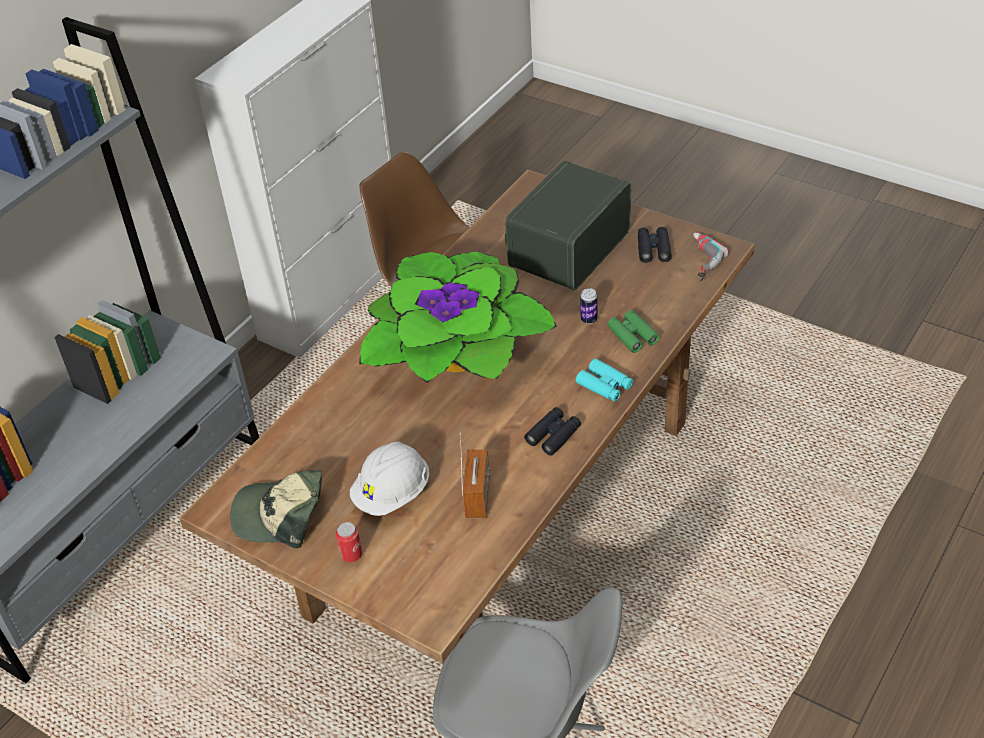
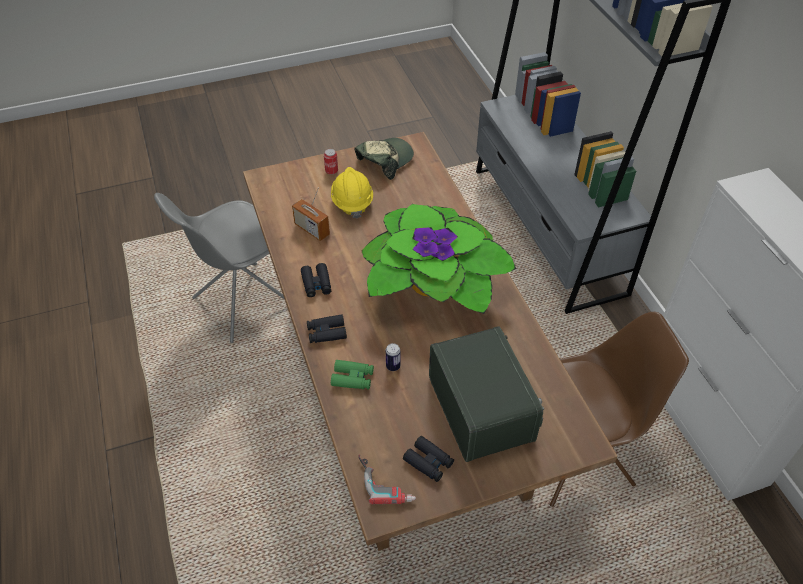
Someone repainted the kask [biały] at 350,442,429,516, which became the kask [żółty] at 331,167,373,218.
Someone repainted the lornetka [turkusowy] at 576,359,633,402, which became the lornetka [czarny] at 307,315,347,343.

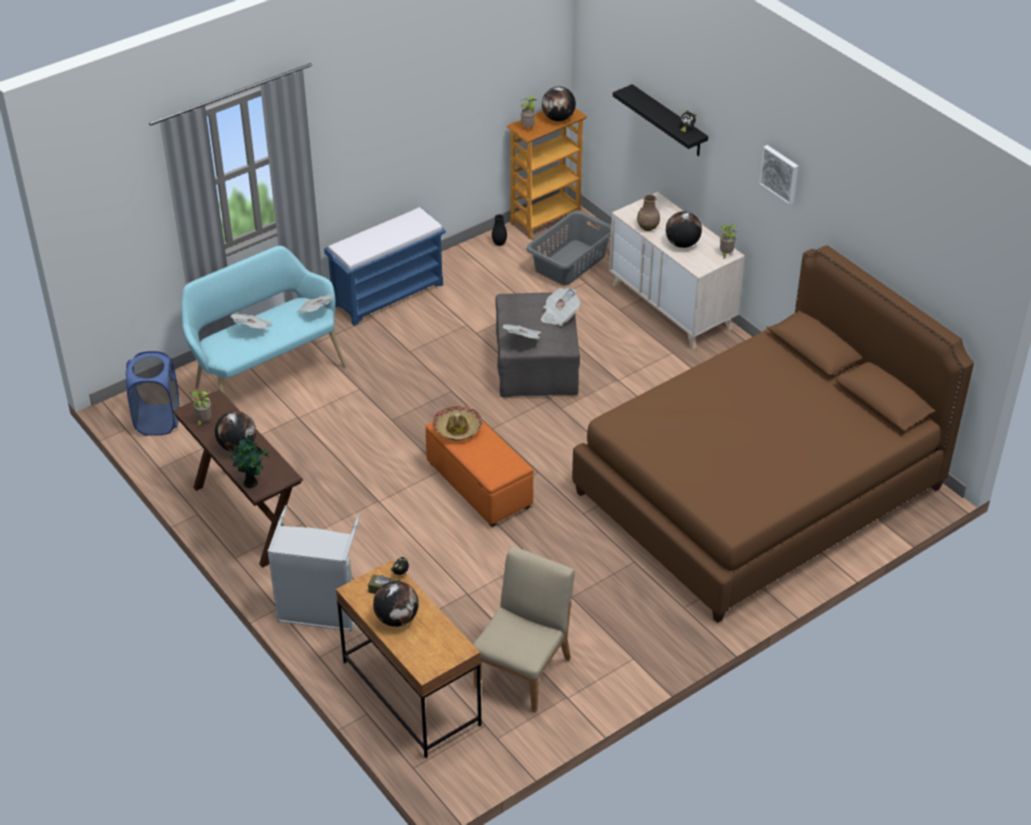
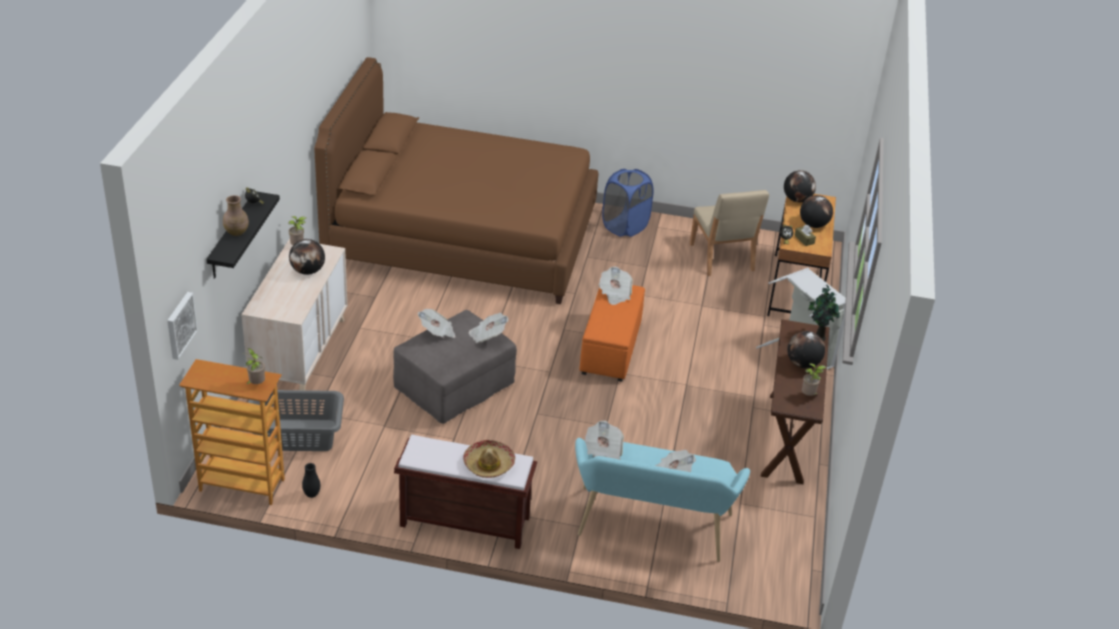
Someone carried the kosz na pranie [niebieski] from 126,351,180,436 to 602,169,653,237.
Someone repainted the ławka [niebieski] at 324,207,446,326, which became the ławka [brązowy] at 394,435,537,549.
Someone carried the kapelusz from 433,406,482,441 to 463,440,515,478.
Someone rotated the krzesło [beżowy] at 473,546,575,713 by 90 degrees counterclockwise.
Someone carried the globus from 542,87,576,121 to 784,170,816,203.
Someone carried the wazon [brązowy] from 637,194,660,231 to 223,195,249,236.
Someone carried the obraz from 759,145,798,205 to 167,292,198,360.
Someone put down the gazeta at 599,267,633,305.

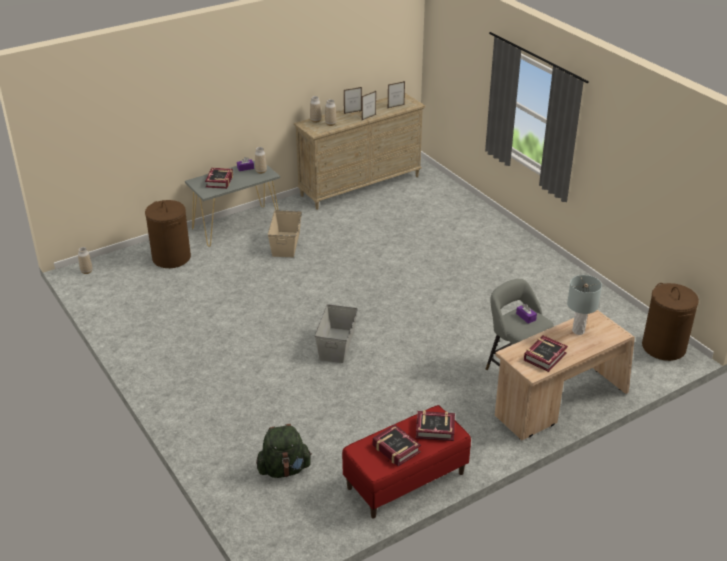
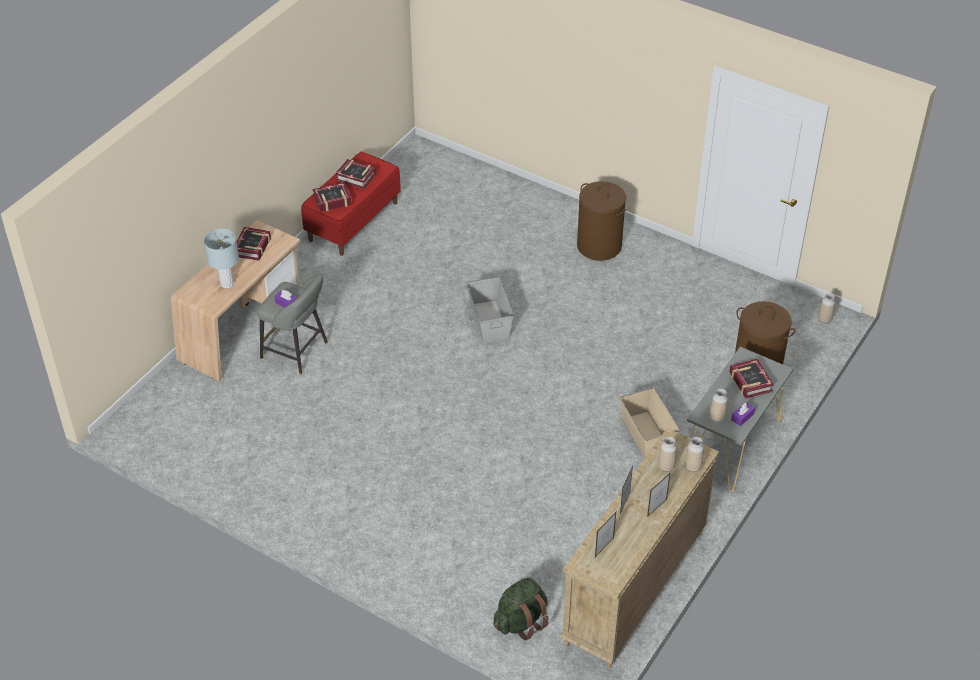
Someone carried the plecak [zielony] from 256,424,312,478 to 493,577,549,641.
Someone carried the kosz na pranie [brązowy] from 642,283,699,361 to 577,181,626,261.

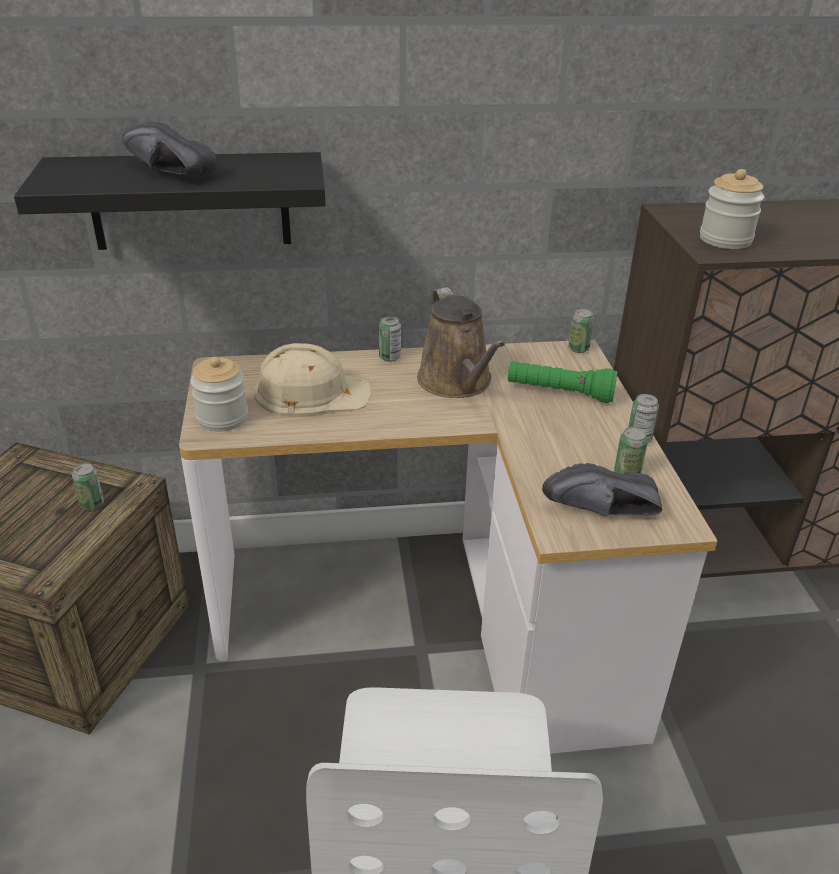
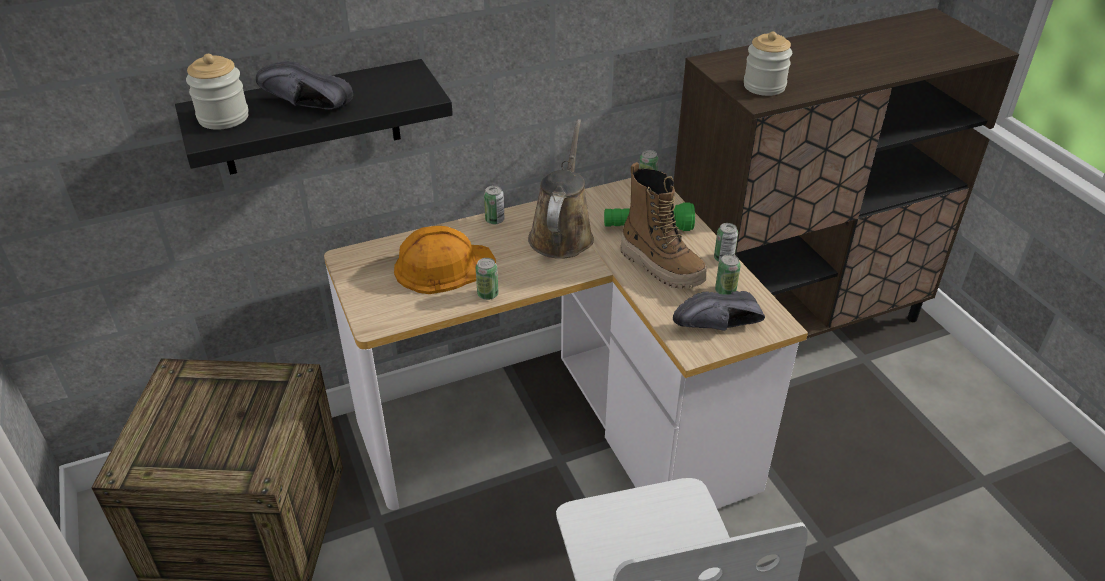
Someone carried the puszka from 72,463,104,510 to 476,258,499,300.
Someone carried the słoik from 190,357,248,431 to 186,54,248,130.
Someone repainted the kask [beżowy] at 254,343,371,417, which became the kask [pomarańczowy] at 394,226,496,294.
Someone rotated the konewka [brązowy] at 417,287,505,398 by 135 degrees counterclockwise.
Someone put down the but z cholewką at 620,162,707,289.

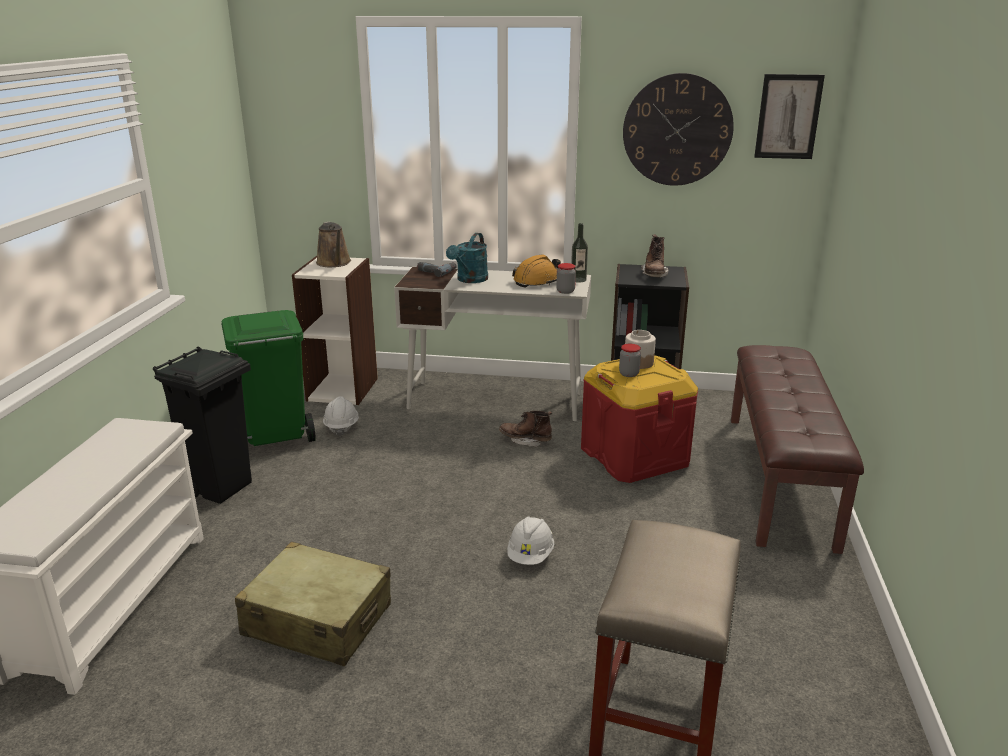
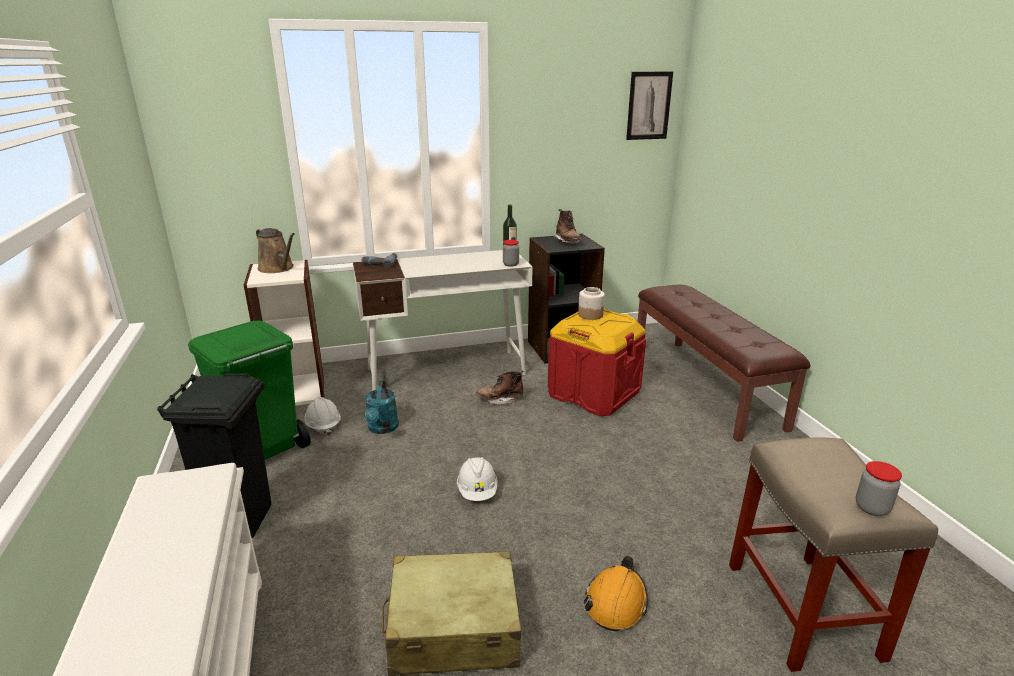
Someone carried the konewka [turkusowy] from 446,233,488,283 to 365,380,399,434.
Someone carried the kask [biały] from 507,516,554,565 to 457,457,497,501.
Someone carried the kask [pomarańczowy] from 512,254,561,287 to 584,556,648,631.
Someone carried the słoik from 619,344,641,377 to 856,461,902,516.
Someone took away the zegar ścienny at 623,73,734,186.

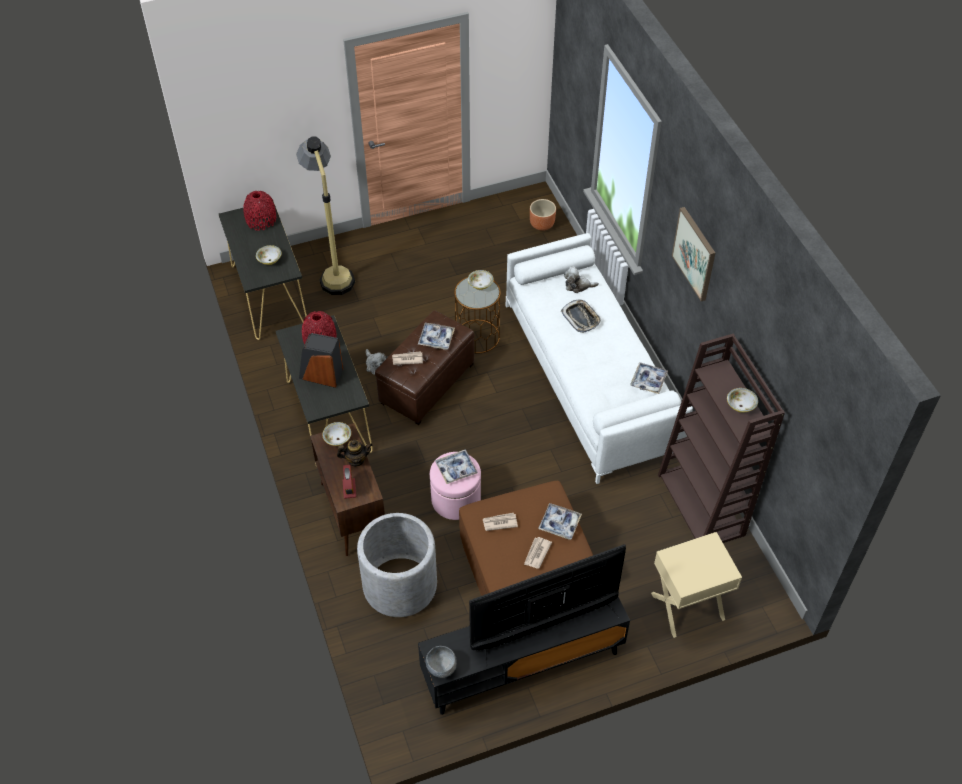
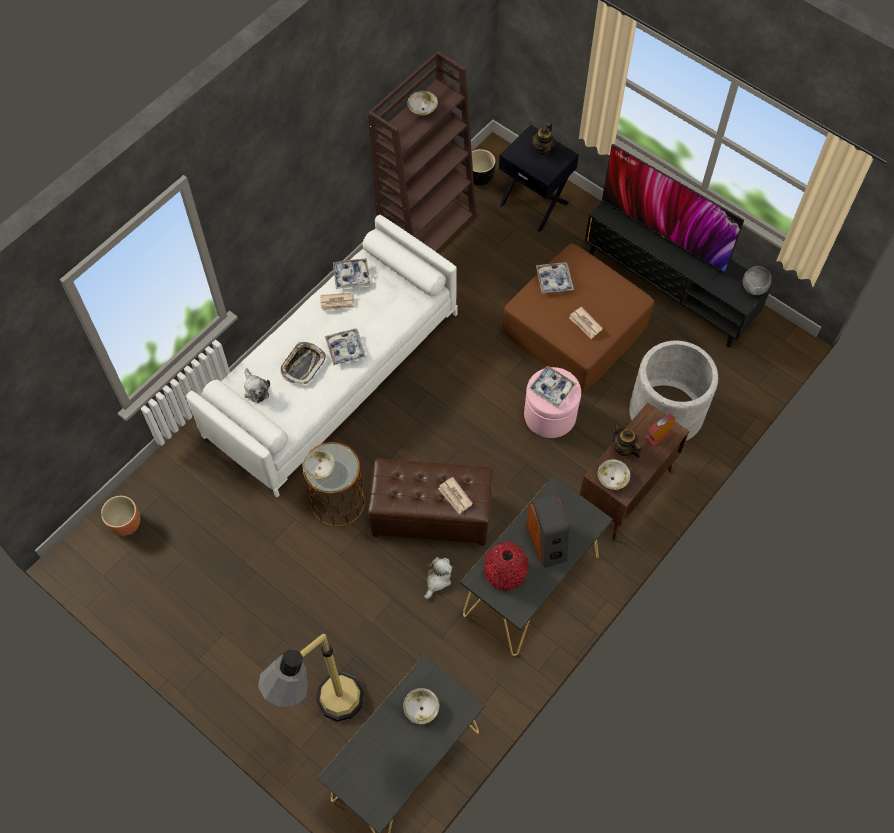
Someone took away the wazon [czerwony] at 243,191,276,231.
Someone carried the taca from 418,323,455,350 to 325,328,366,365.
Someone carried the gazeta from 524,537,552,568 to 320,293,355,311.
Someone repainted the szafka nocna [beżowy] at 651,532,742,638, which became the szafka nocna [czarny] at 499,125,579,232.
Someone took away the obraz at 672,207,715,301.
Someone put down the donica [czarny] at 472,149,496,186.
Someone put down the imbryk at 532,122,555,156.

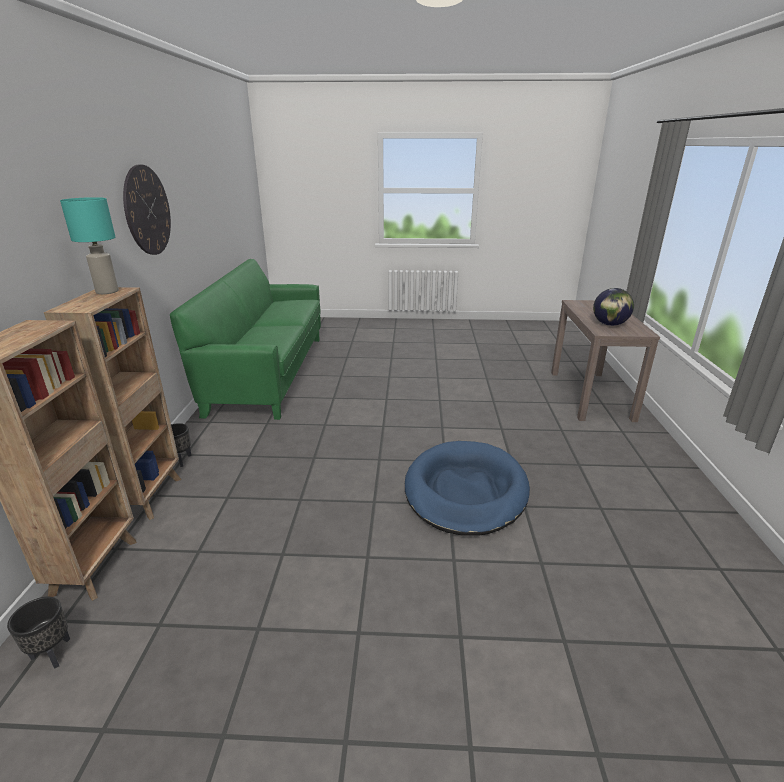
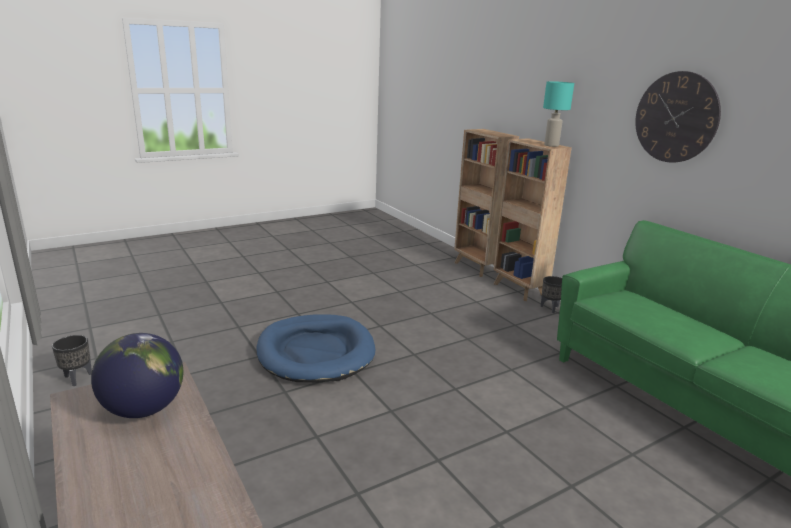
Someone carried the donica [czarny] from 7,597,70,669 to 52,335,92,386.

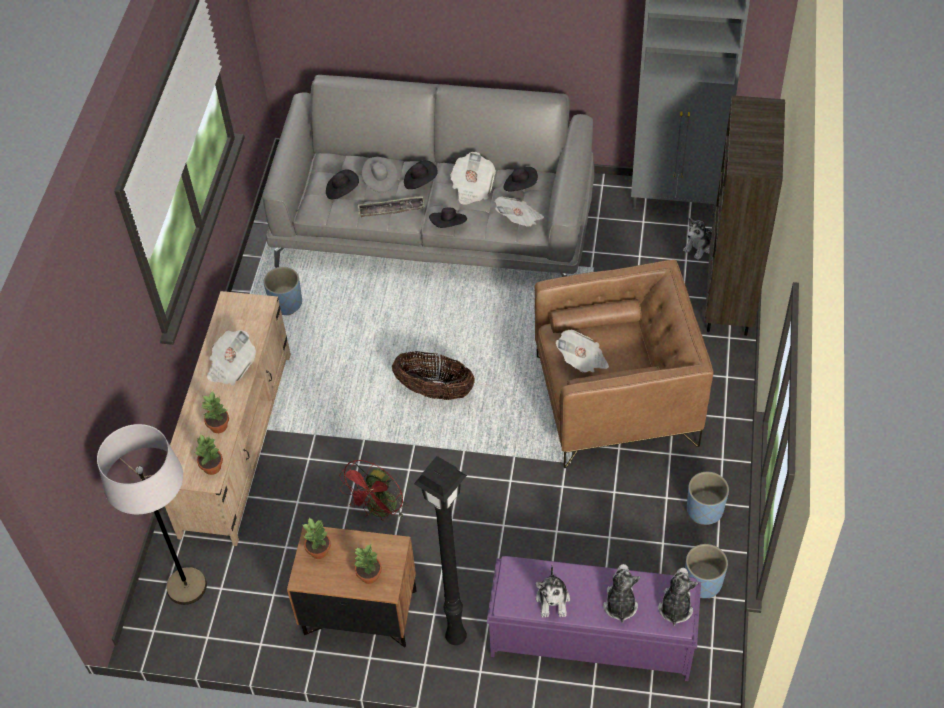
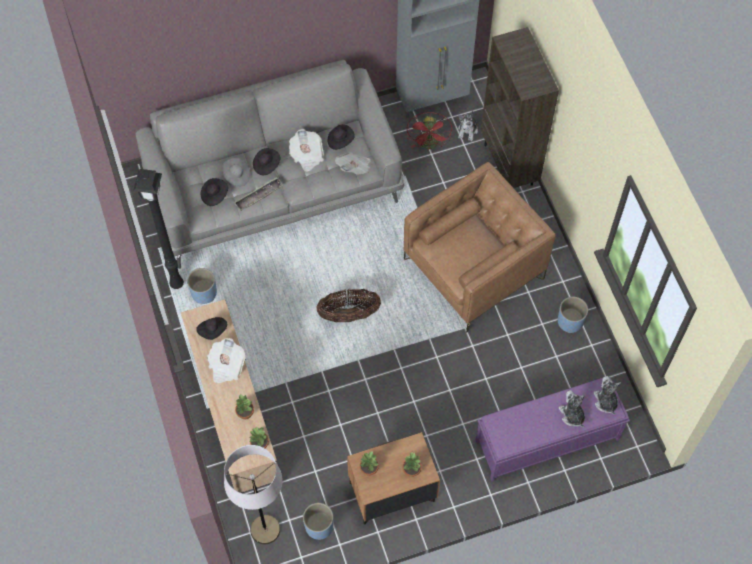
Someone carried the wentylator [czerwony] from 339,460,407,520 to 407,112,452,150.
Someone carried the lampa stojąca [czarny] from 414,456,467,645 to 133,169,184,289.
Someone carried the kapelusz [czarny] from 429,208,467,228 to 196,317,227,340.
Someone took away the pluszak at 536,565,570,618.
Someone took away the gazeta at 556,330,609,373.
Someone carried the donica [niebieski] from 685,544,728,598 to 303,503,333,540.

